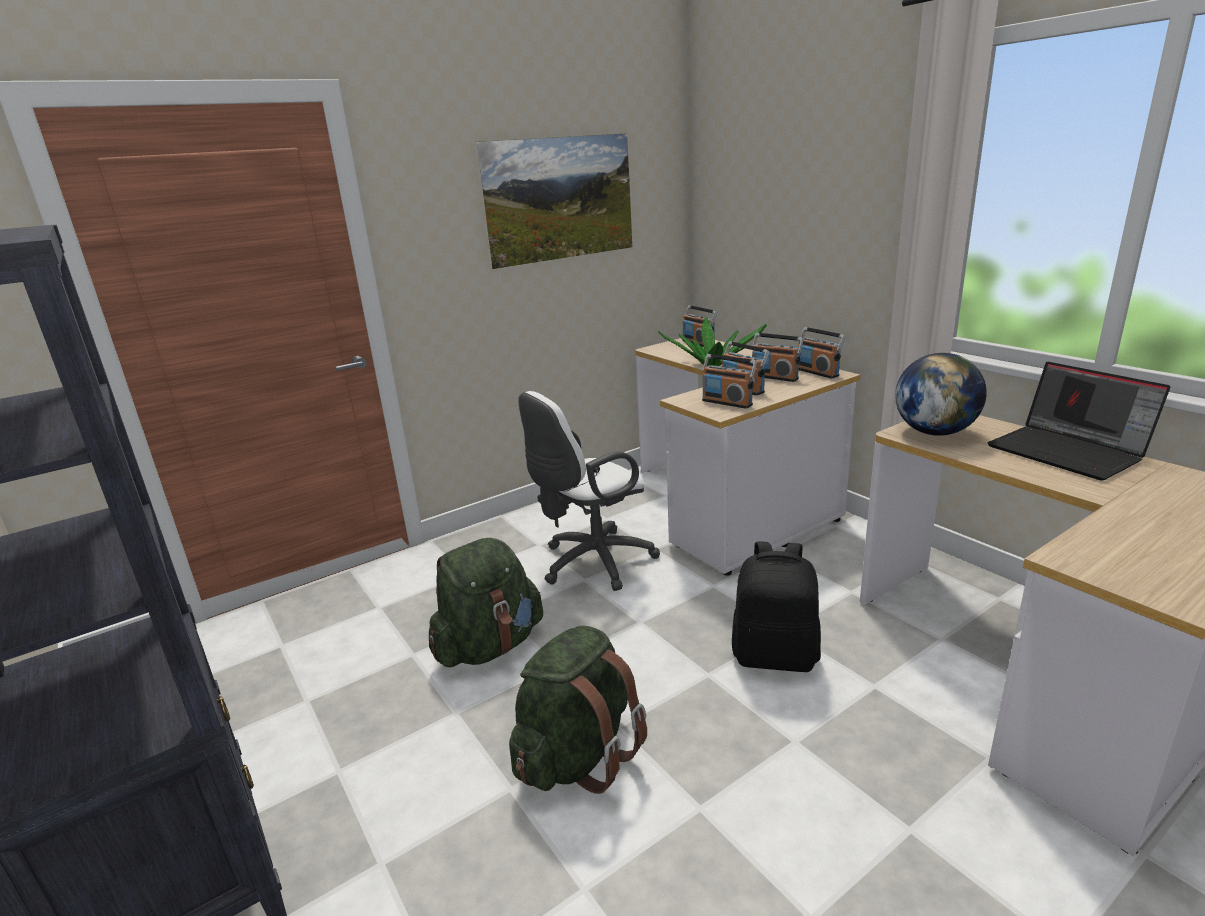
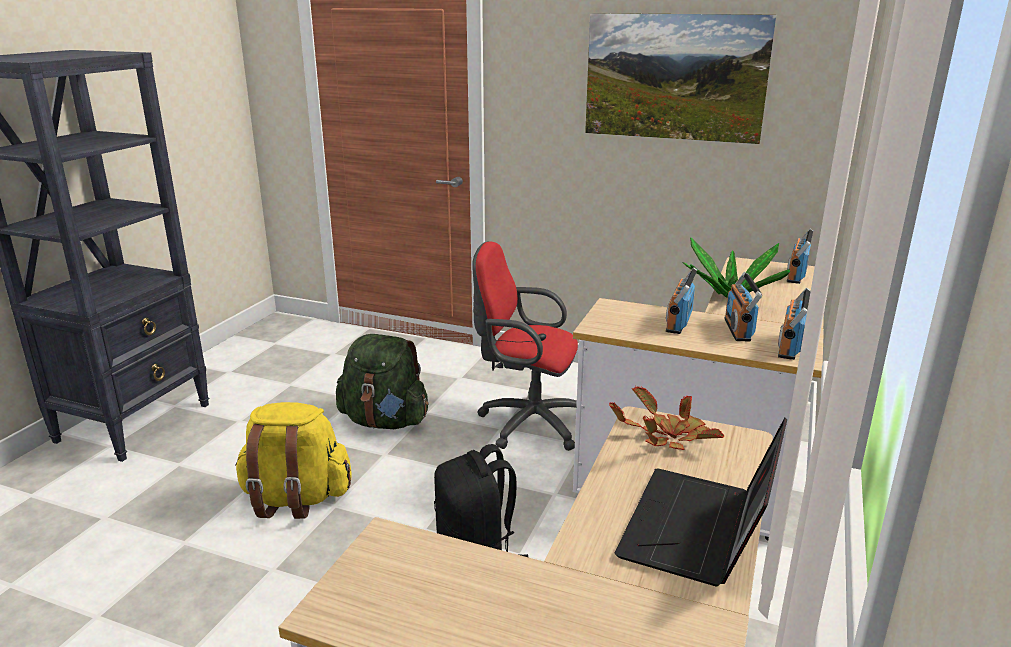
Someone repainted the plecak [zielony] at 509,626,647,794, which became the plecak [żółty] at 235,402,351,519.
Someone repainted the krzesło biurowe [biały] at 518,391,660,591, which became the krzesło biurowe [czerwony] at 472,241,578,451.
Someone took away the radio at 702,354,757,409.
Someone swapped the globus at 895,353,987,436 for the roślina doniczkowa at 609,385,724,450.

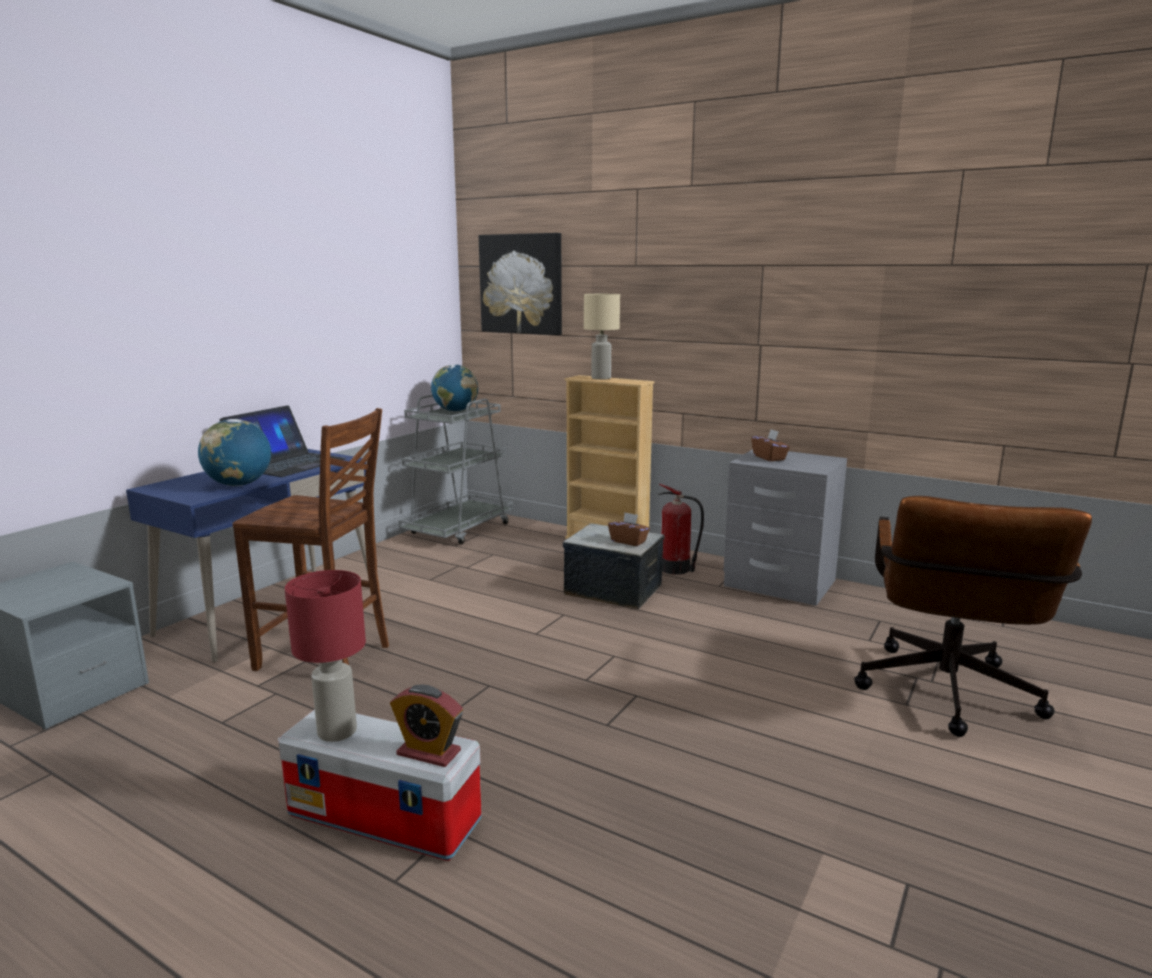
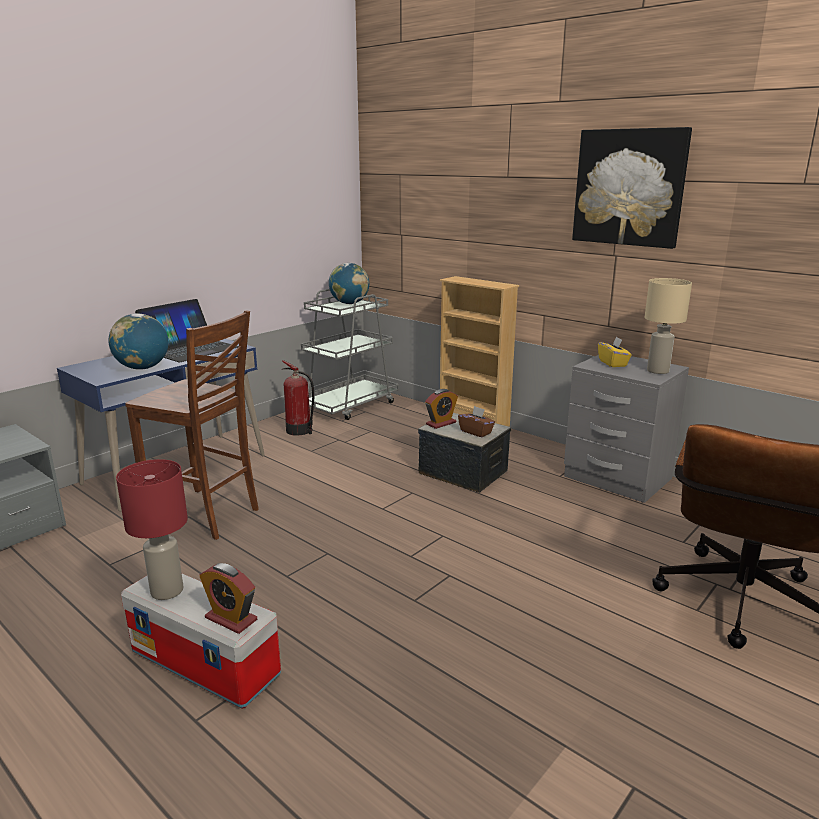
Someone carried the obraz from 479,233,562,335 to 572,127,692,249.
Someone carried the lampa stołowa [beżowy] from 584,294,620,380 to 644,278,692,374.
Someone carried the gaśnica from 658,484,704,575 to 282,360,314,436.
Someone repainted the pudełko chusteczek [brązowy] at 751,429,790,461, which became the pudełko chusteczek [żółty] at 598,336,632,367.
Someone put down the budzik at 425,389,458,429.

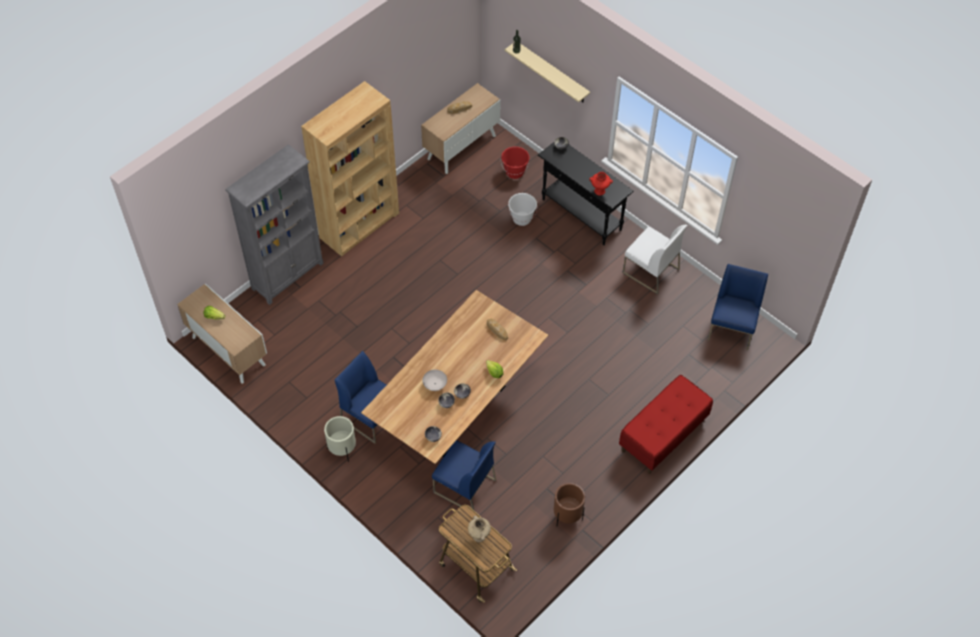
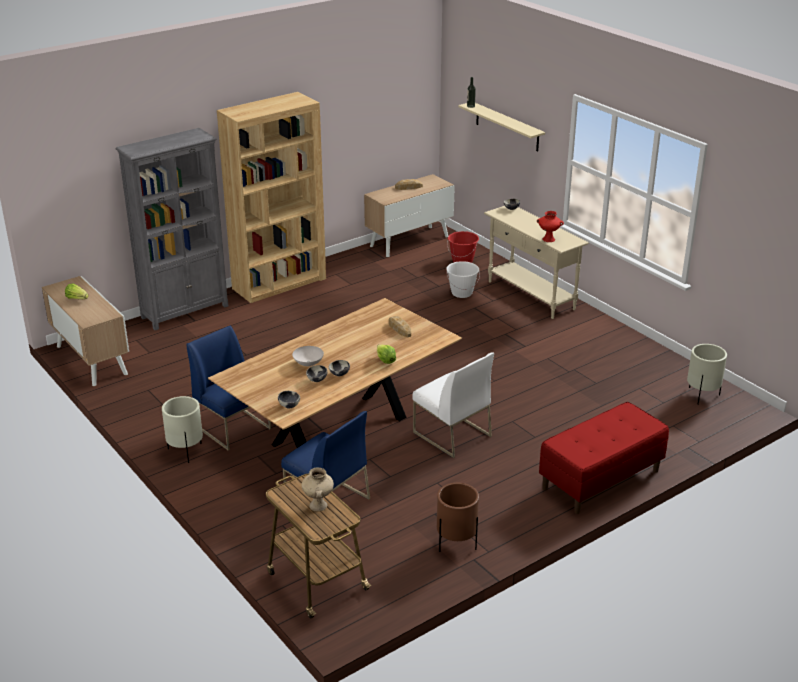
Someone repainted the stolik konsolowy [czarny] at 538,142,634,245, which became the stolik konsolowy [beżowy] at 484,206,589,319.
Someone carried the krzesło [biały] from 623,225,687,294 to 412,352,494,458.
Someone swapped the krzesło [niebieski] at 708,264,768,350 for the donica [beżowy] at 687,344,727,405.

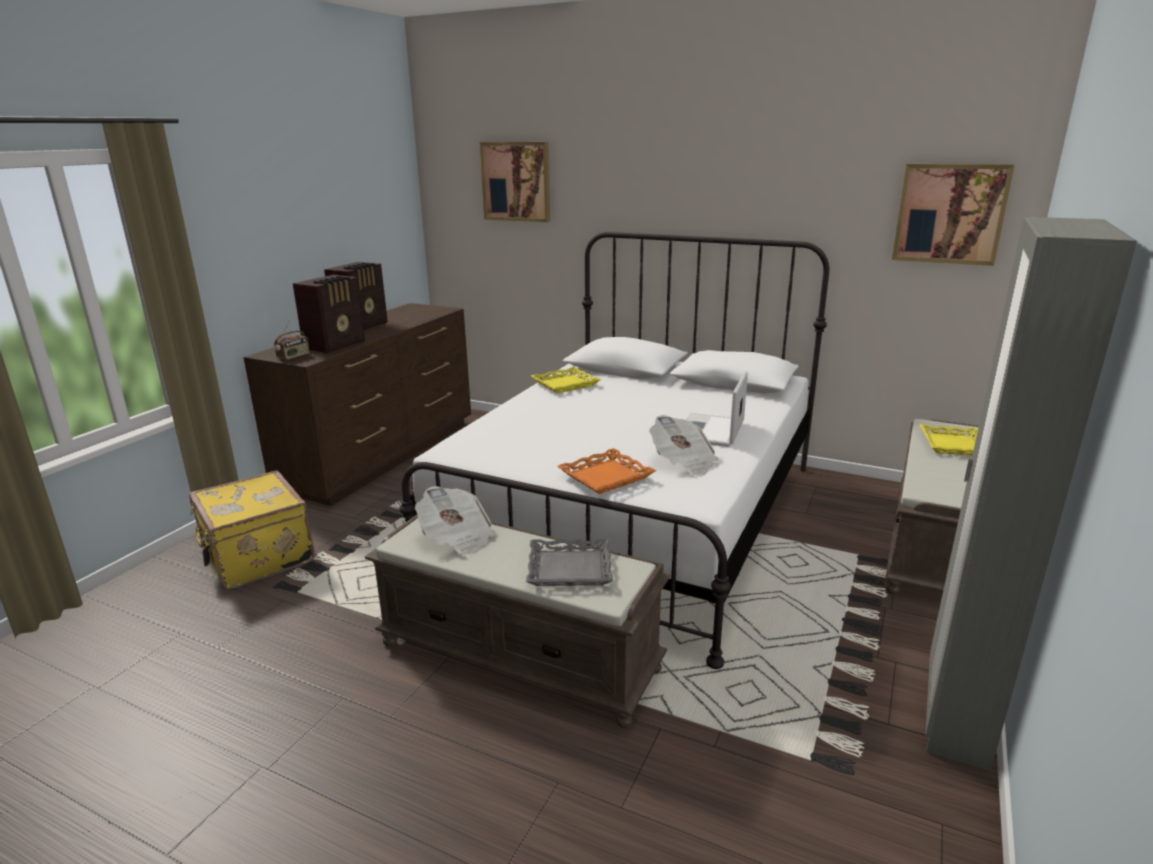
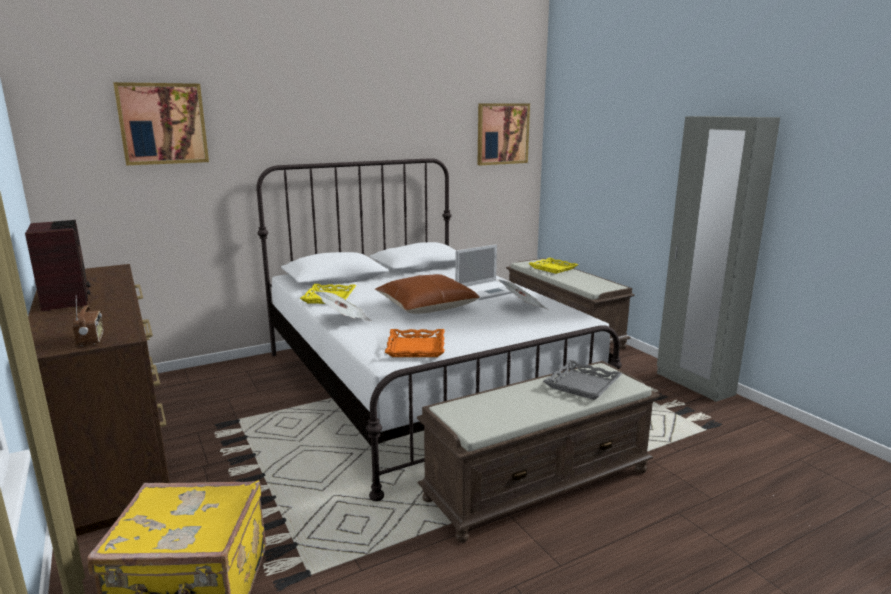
Someone took away the radio at 293,275,365,354.
Someone carried the gazeta from 415,486,495,557 to 314,291,371,321.
Someone carried the taca [pomarańczowy] from 557,448,656,494 to 385,329,445,357.
Someone rotated the laptop at 687,371,748,447 by 90 degrees counterclockwise.
Someone put down the poduszka [brązowy] at 375,274,480,314.

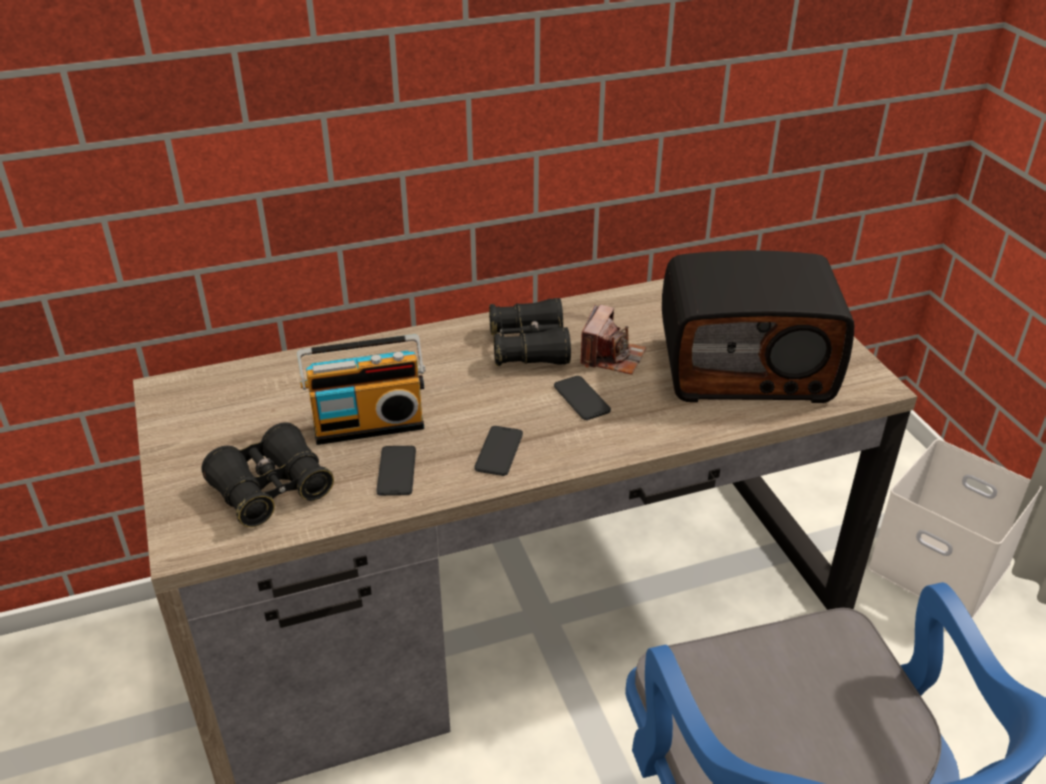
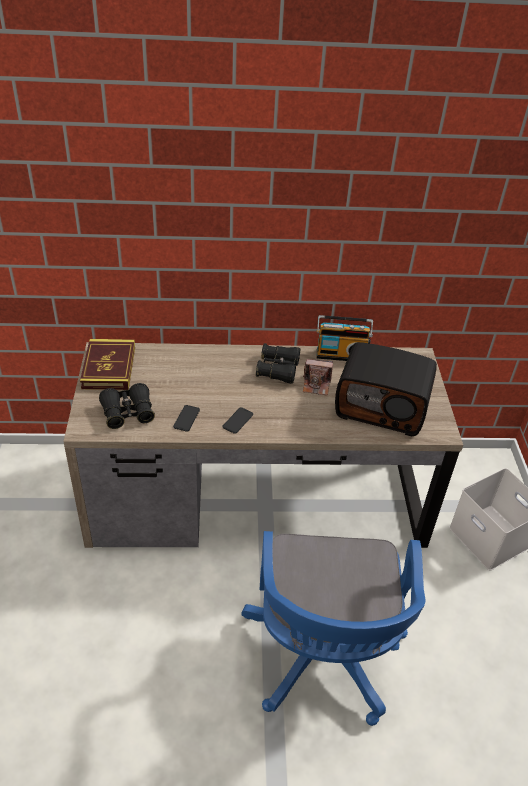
Someone carried the radio from 297,334,425,445 to 317,315,373,361.
Someone took away the telefon at 554,376,611,420.
Someone rotated the aparat fotograficzny at 580,304,646,375 by 60 degrees clockwise.
Someone put down the książka at 80,339,135,390.

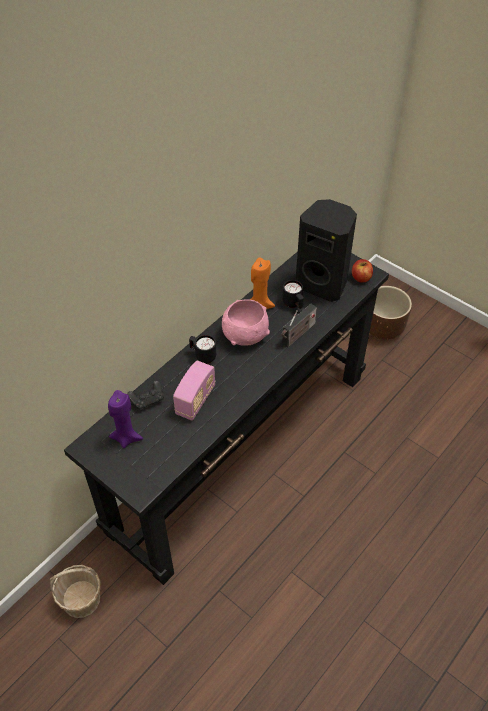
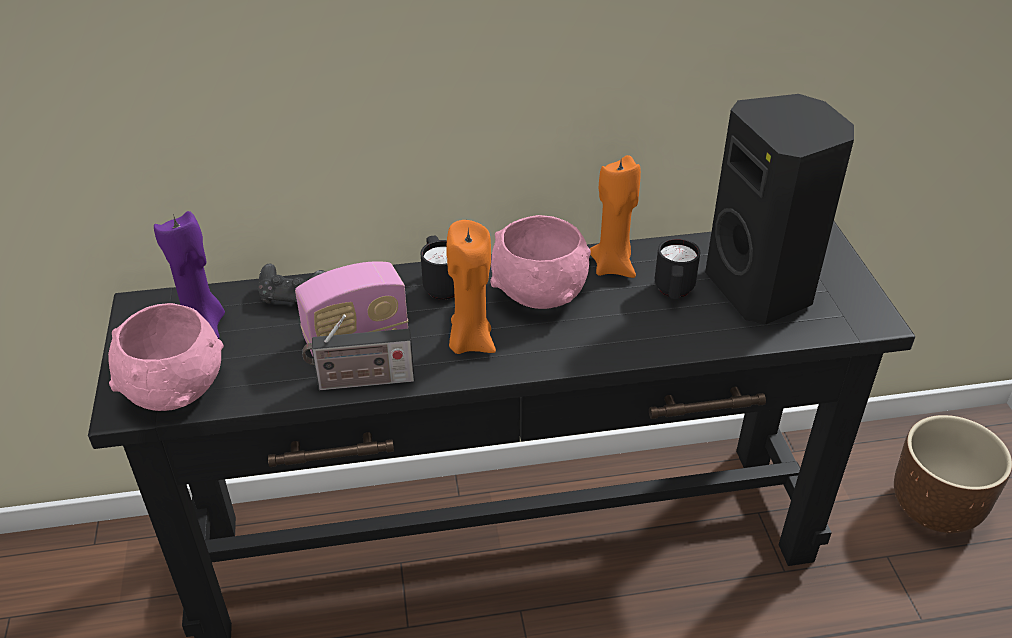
Someone took away the koszyk at 50,565,101,618.
Someone carried the radio from 282,304,317,347 to 303,315,415,390.
Someone took away the jabłko at 352,259,373,283.
Someone put down the miska [różowy] at 108,303,224,411.
Someone put down the świeca [pomarańczowy] at 446,220,496,354.

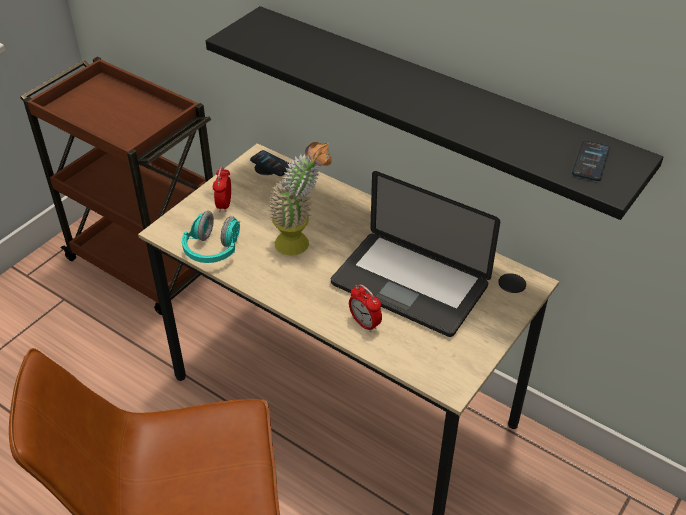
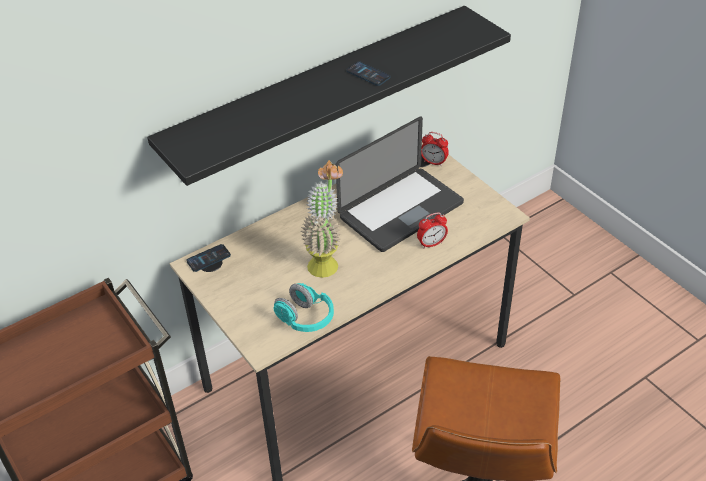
Someone carried the budzik from 213,166,231,212 to 421,132,449,166.
Someone carried the telefon from 572,141,610,181 to 346,61,390,86.

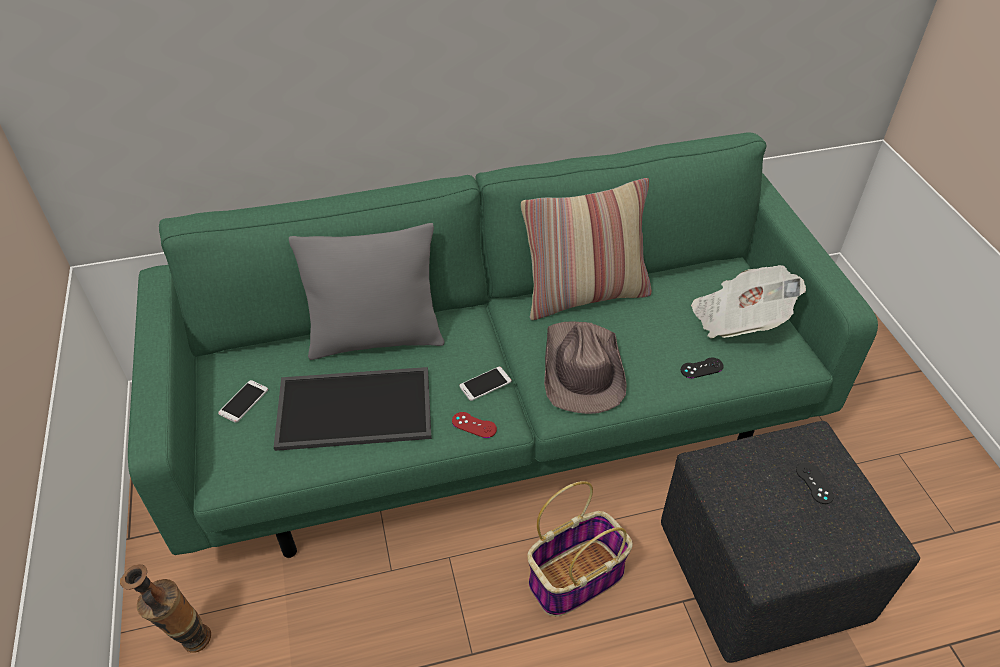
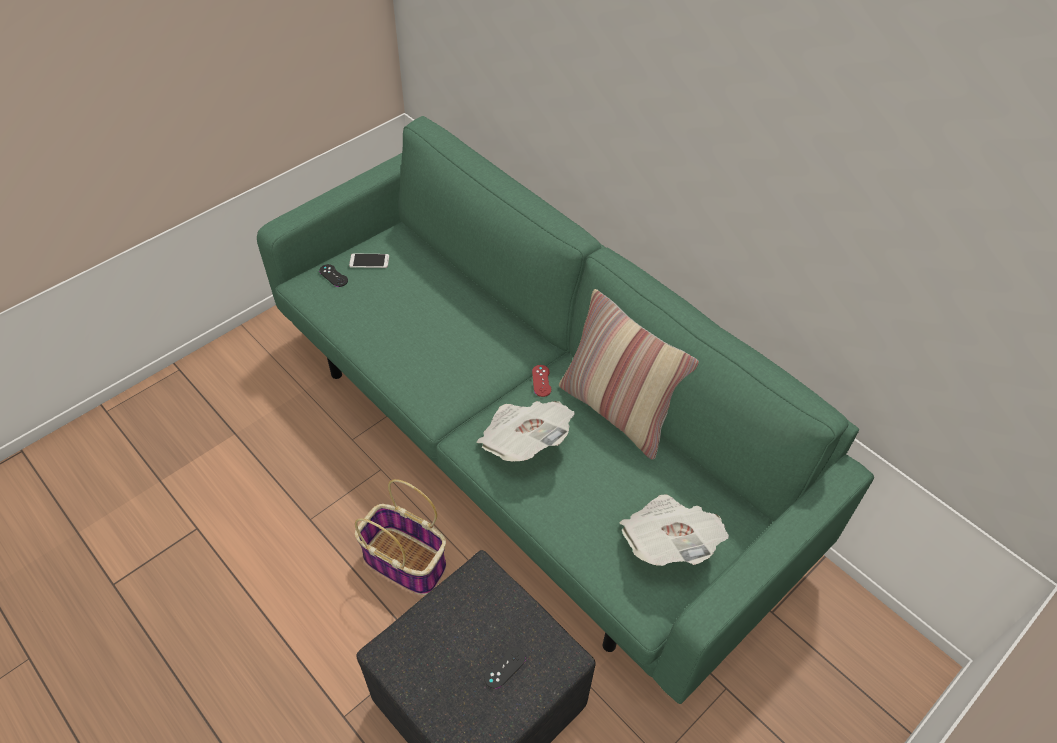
Someone took away the wazon at 120,564,211,653.
Someone took away the taca at 274,367,432,451.
Someone took away the poduszka [szary] at 289,223,445,360.
Someone carried the pad do gier [czerwony] from 452,412,497,438 to 532,365,551,397.
Someone took away the telefon at 459,367,511,401.
Someone swapped the kapelusz [brązowy] at 544,321,627,414 for the gazeta at 477,401,575,462.
Someone carried the pad do gier [czarny] from 681,358,724,378 to 319,264,348,287.

